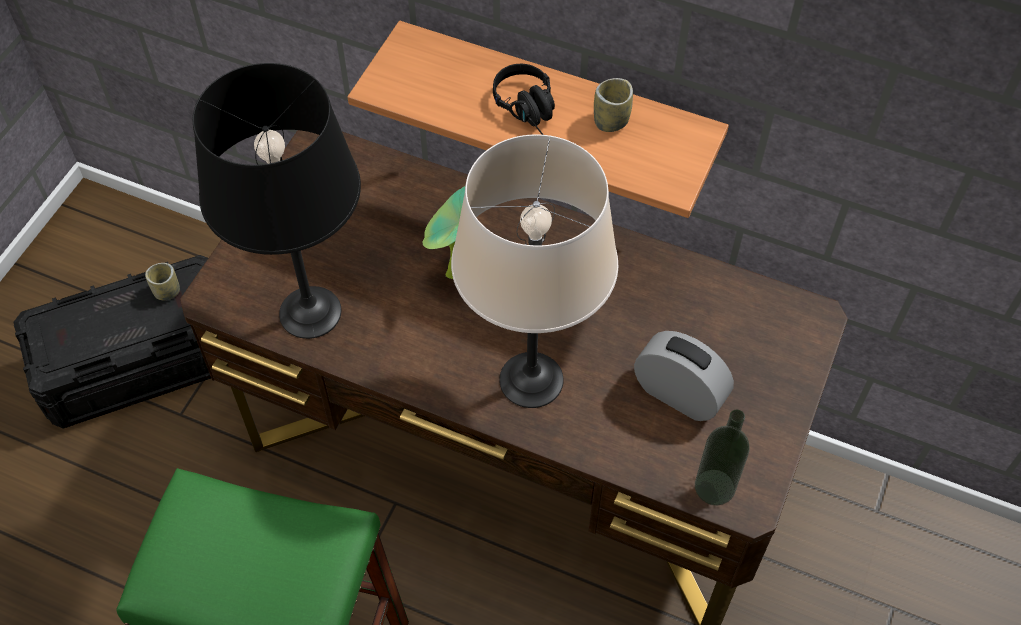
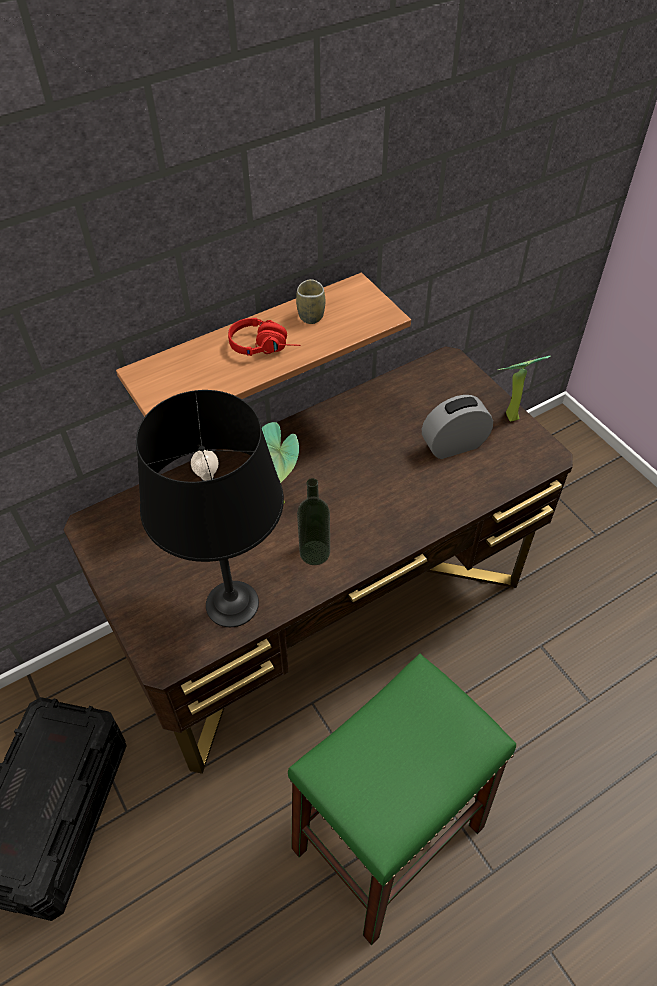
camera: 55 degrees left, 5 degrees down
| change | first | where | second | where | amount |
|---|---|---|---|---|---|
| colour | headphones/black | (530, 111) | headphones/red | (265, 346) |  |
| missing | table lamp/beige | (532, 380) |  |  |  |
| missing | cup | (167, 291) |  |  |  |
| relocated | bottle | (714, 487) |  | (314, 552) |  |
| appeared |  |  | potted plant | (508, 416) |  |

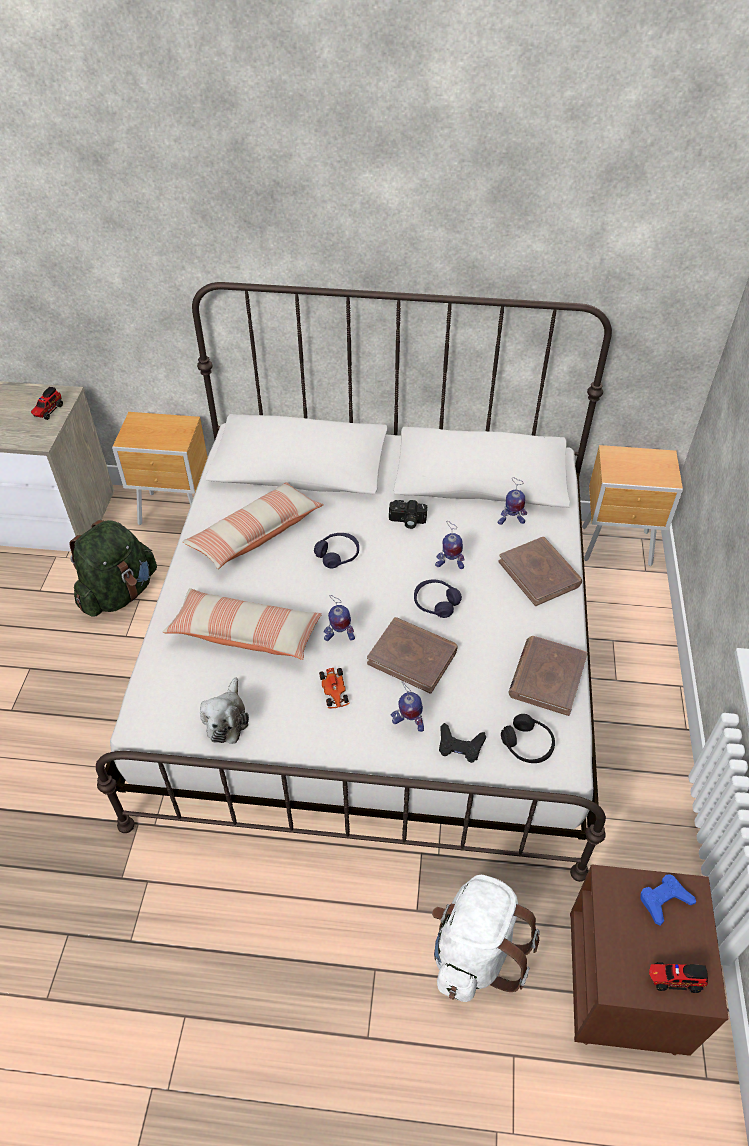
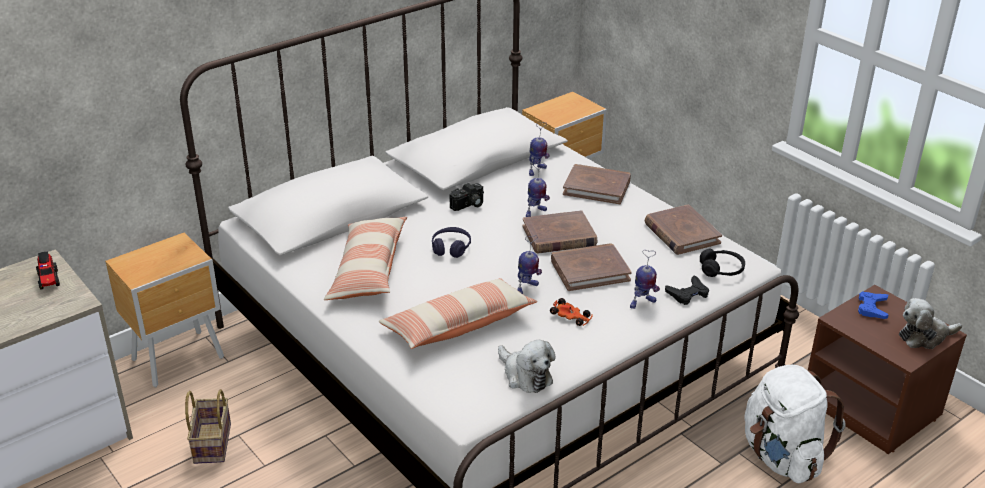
camera: 45 degrees left, 15 degrees down
| change | first | where | second | where | amount |
|---|---|---|---|---|---|
| exchanged | backpack/green | (119, 593) | basket | (211, 442) |  |
| exchanged | headphones/purple | (436, 603) | book/brown | (559, 236) |  |
| exchanged | toy truck | (674, 979) | plush toy | (924, 336) |  |

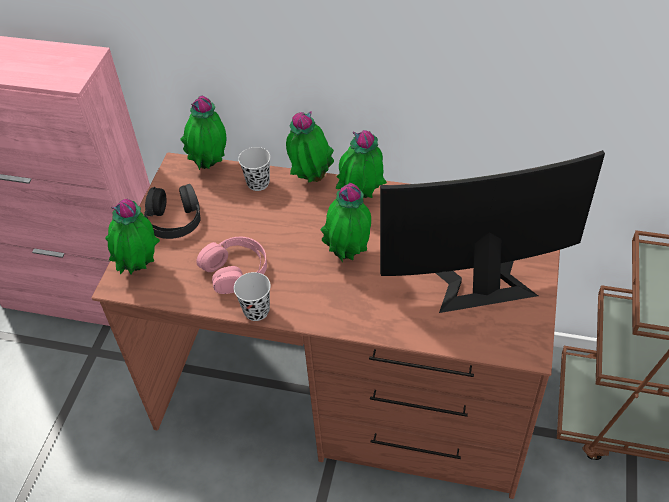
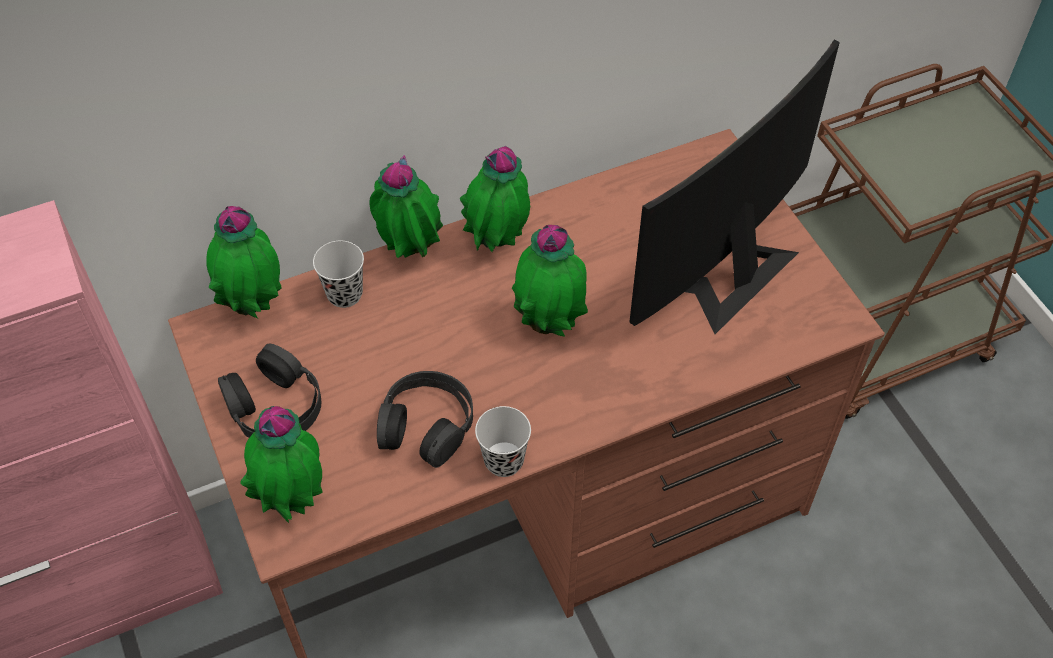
camera: 40 degrees left, 5 degrees up
| change | first | where | second | where | amount |
|---|---|---|---|---|---|
| colour | headphones/pink | (235, 270) | headphones/black | (426, 425) |  |

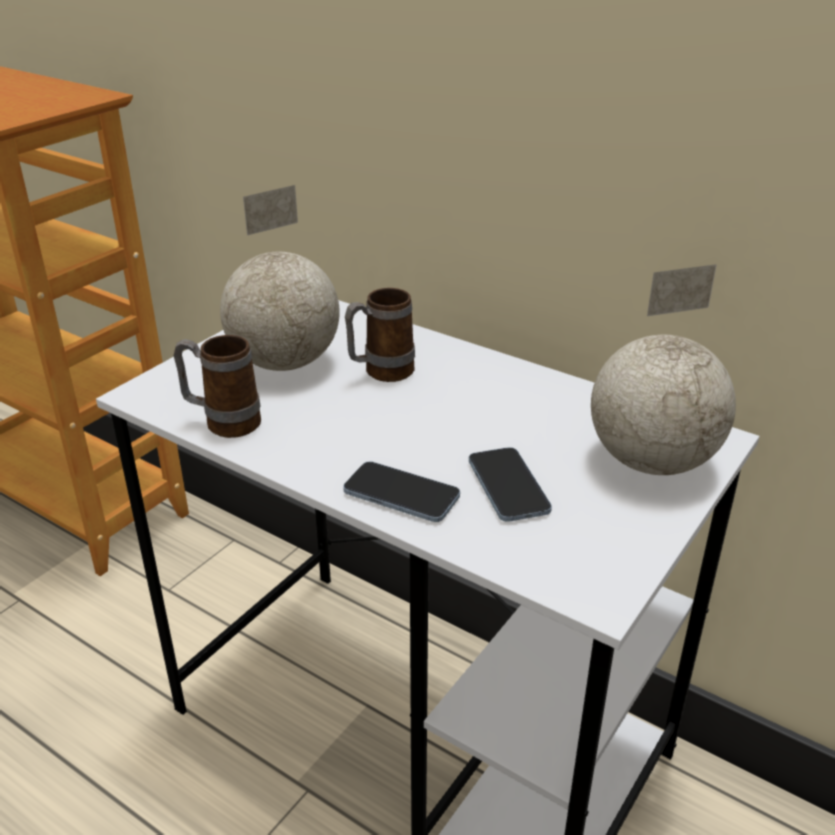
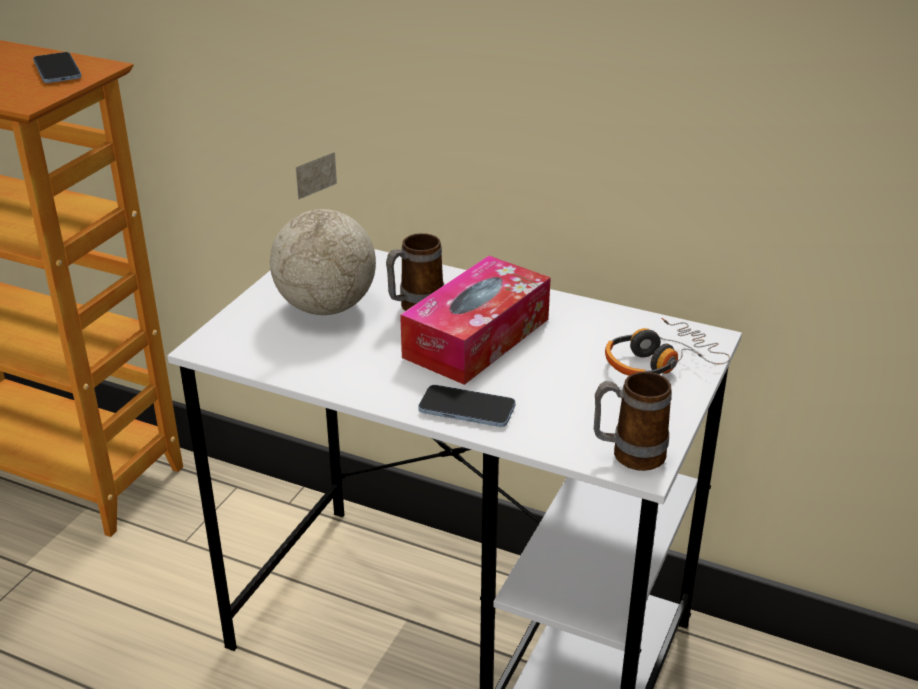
camera: 10 degrees left, 0 degrees up
| change | first | where | second | where | amount |
|---|---|---|---|---|---|
| exchanged | globe | (650, 461) | headphones | (659, 362) |  |
| relocated | mug | (223, 423) |  | (628, 455) |  |
| relocated | phone | (508, 487) |  | (57, 70) |  |
| appeared |  |  | tissue box | (477, 338) |  |

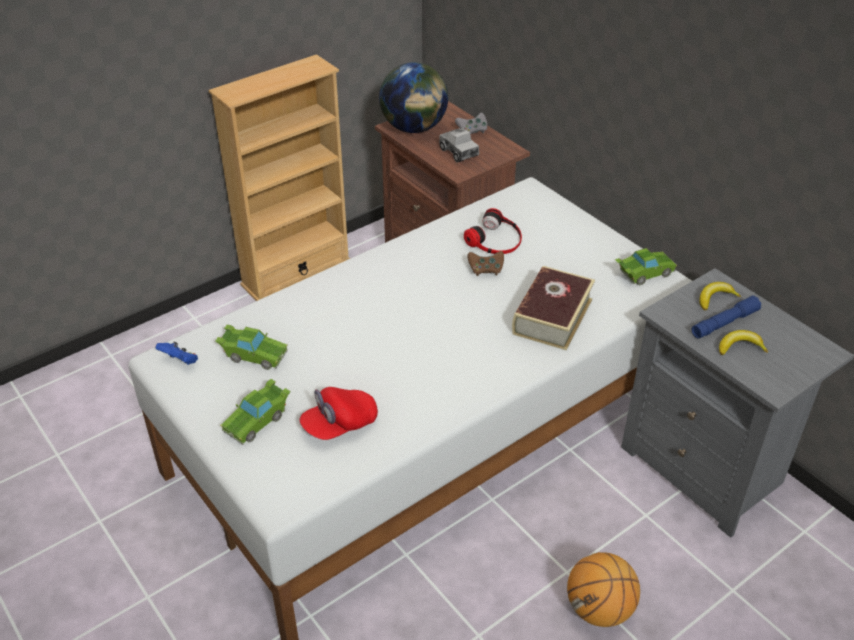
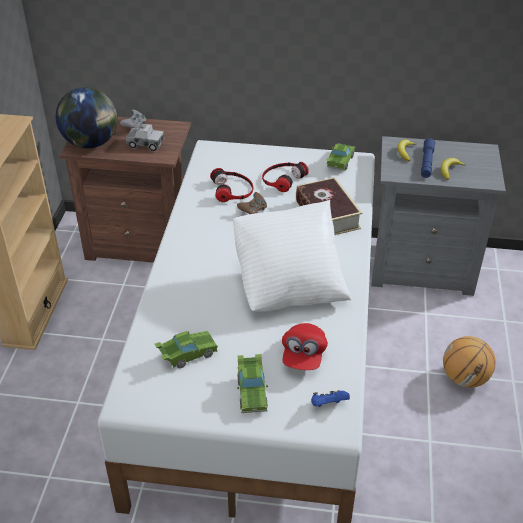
camera: 45 degrees left, 0 degrees up
| change | first | where | second | where | amount |
|---|---|---|---|---|---|
| relocated | game controller/blue | (180, 361) |  | (328, 405) |  |
| appeared |  |  | headphones | (282, 178) |  |
| appeared |  |  | pillow/white | (289, 284) |  |

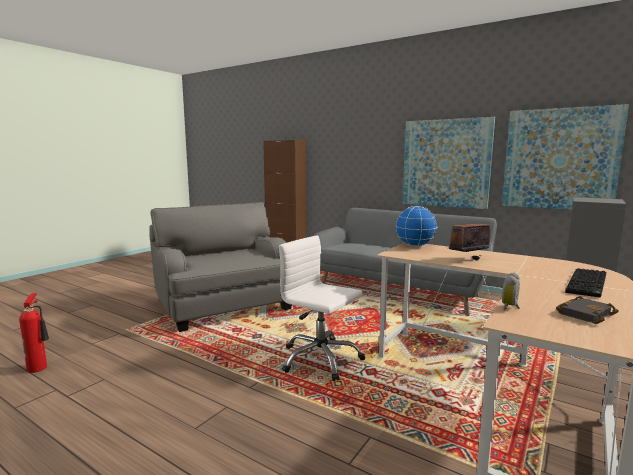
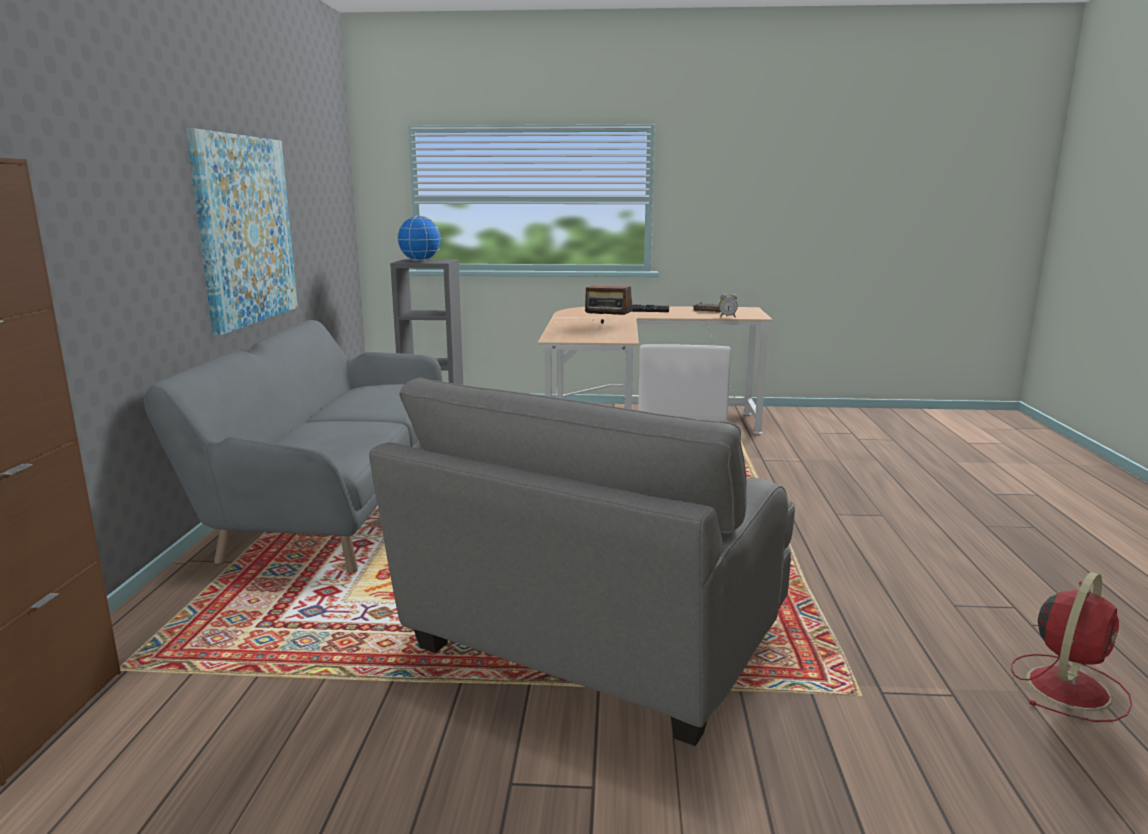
camera: 120 degrees left, 5 degrees up
| change | first | where | second | where | amount |
|---|---|---|---|---|---|
| missing | picture | (560, 159) |  |  |  |
| relocated | globe | (415, 246) |  | (420, 261) |  |
| exchanged | fire extinguisher | (39, 367) | fan/red | (1069, 686) |  |

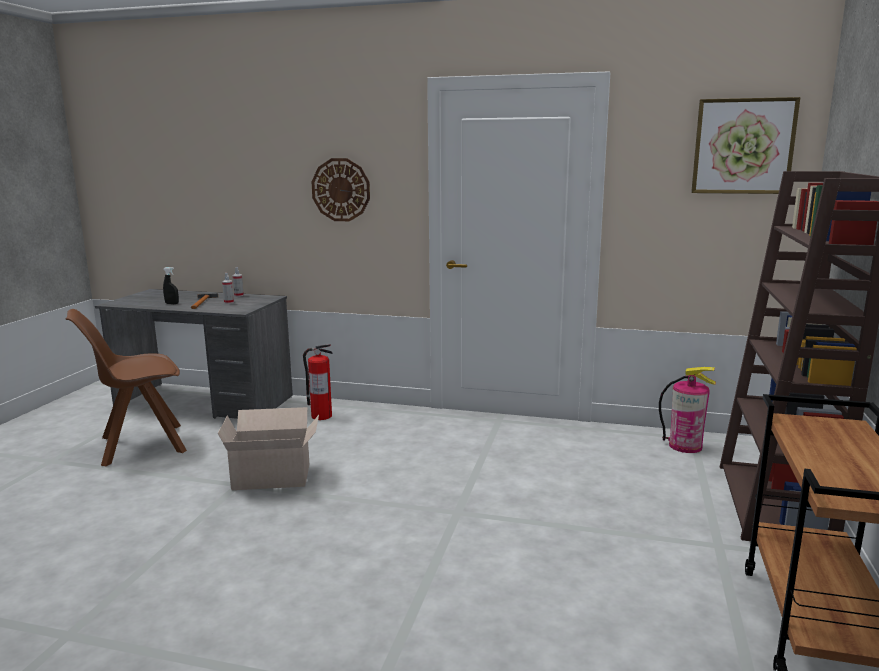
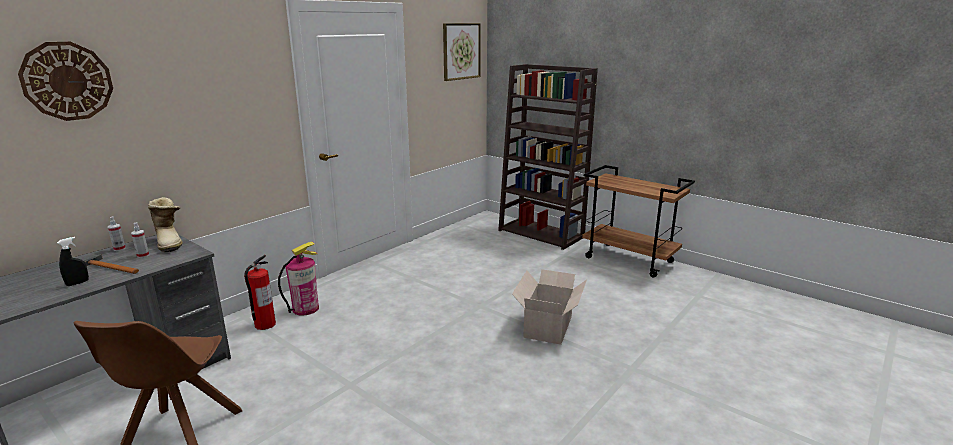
camera: 65 degrees left, 5 degrees up
| change | first | where | second | where | amount |
|---|---|---|---|---|---|
| relocated | wall clock | (341, 190) |  | (67, 81) |  |
| relocated | fire extinguisher | (685, 446) |  | (305, 308) |  |
| relocated | cardboard box | (274, 477) |  | (549, 326) |  |
| appeared |  |  | boot | (170, 242) |  |

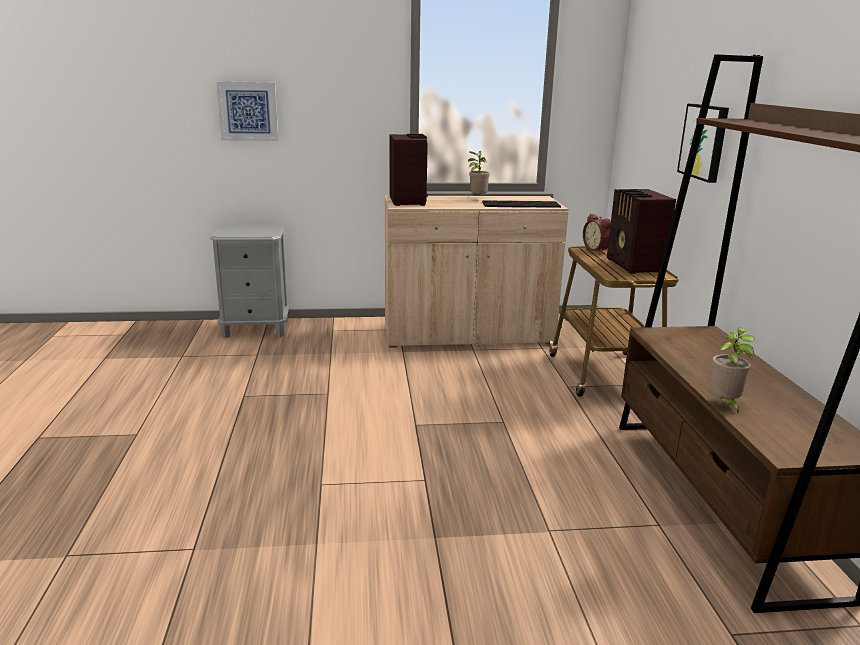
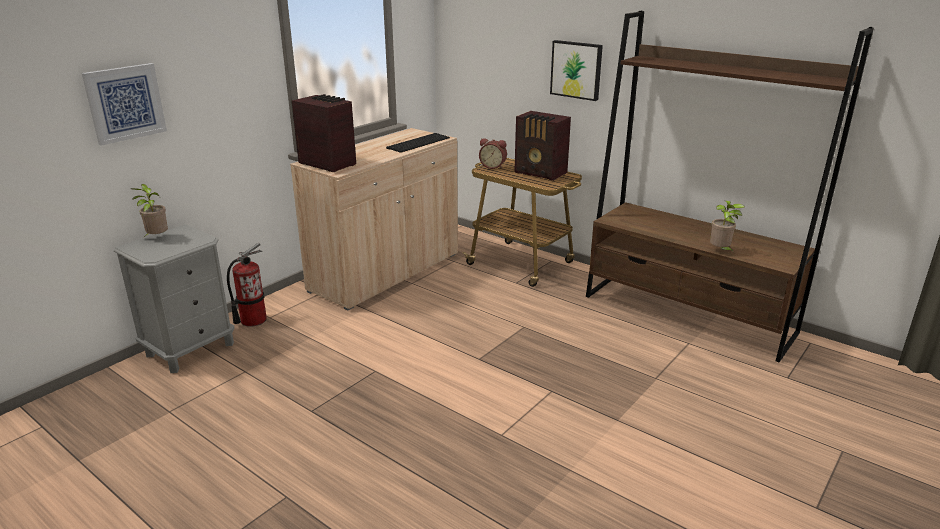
camera: 45 degrees left, 5 degrees up
| change | first | where | second | where | amount |
|---|---|---|---|---|---|
| relocated | potted plant | (477, 199) |  | (156, 238) |  |
| appeared |  |  | fire extinguisher | (253, 320) |  |

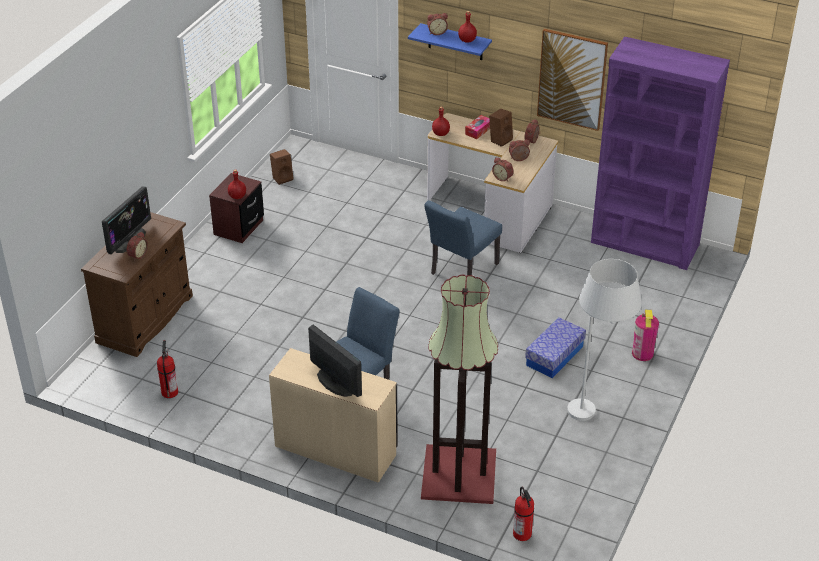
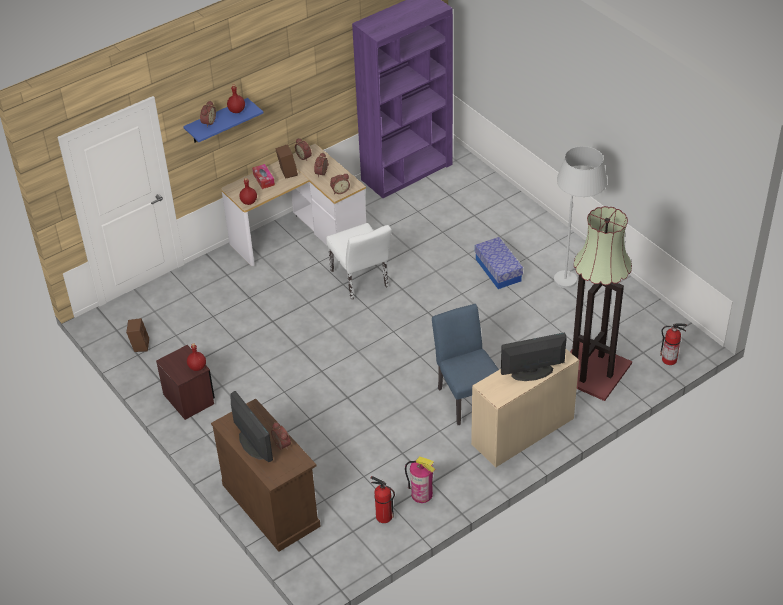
camera: 60 degrees left, 5 degrees up
| change | first | where | second | where | amount |
|---|---|---|---|---|---|
| missing | picture | (572, 79) |  |  |  |
| colour | chair/blue | (461, 271) | chair/white | (361, 281) |  |
| relocated | fire extinguisher | (642, 353) |  | (422, 494) |  |

